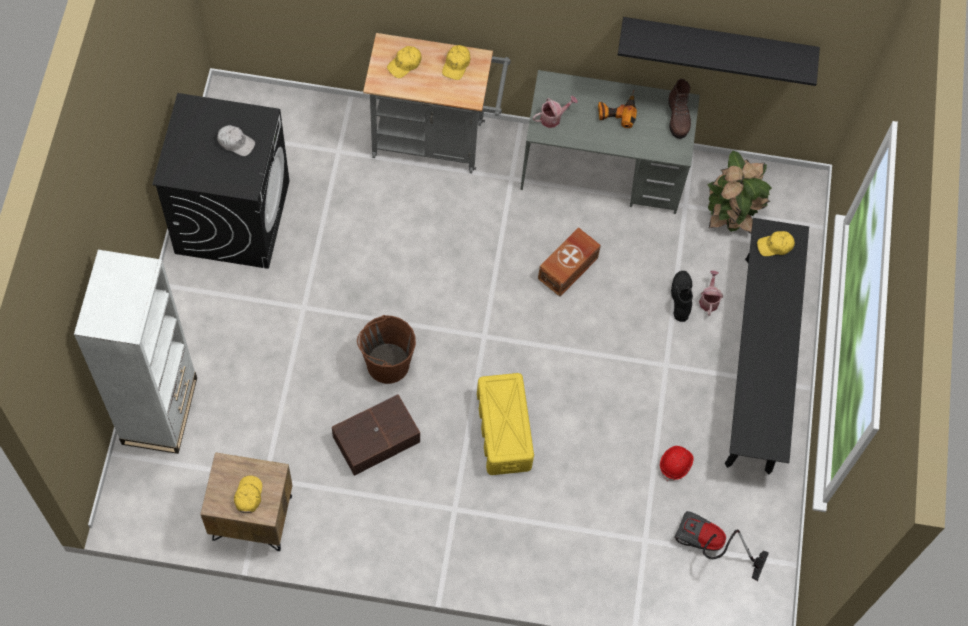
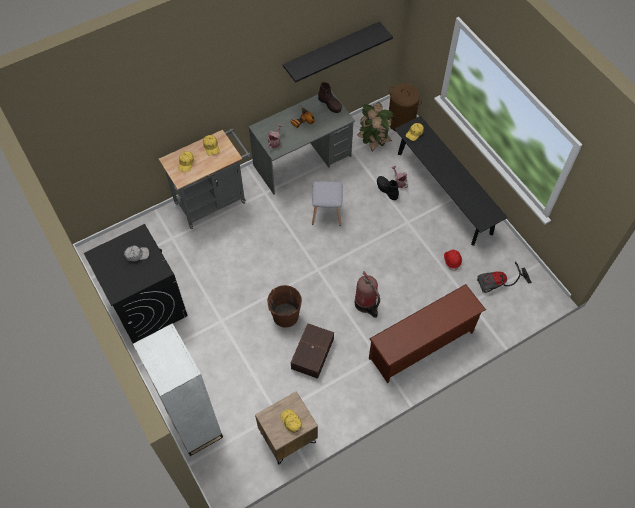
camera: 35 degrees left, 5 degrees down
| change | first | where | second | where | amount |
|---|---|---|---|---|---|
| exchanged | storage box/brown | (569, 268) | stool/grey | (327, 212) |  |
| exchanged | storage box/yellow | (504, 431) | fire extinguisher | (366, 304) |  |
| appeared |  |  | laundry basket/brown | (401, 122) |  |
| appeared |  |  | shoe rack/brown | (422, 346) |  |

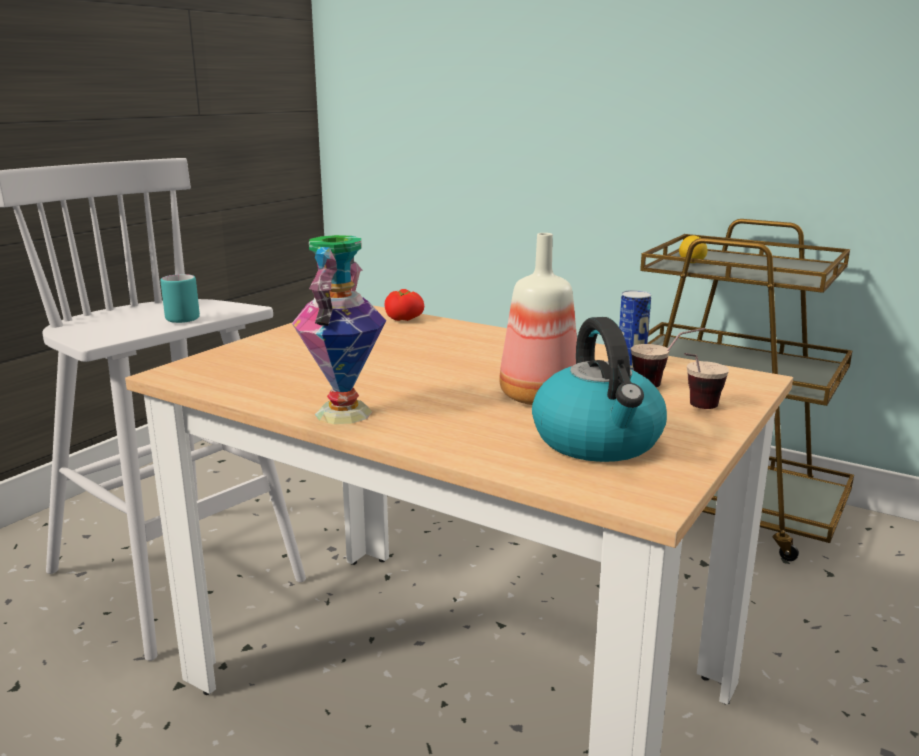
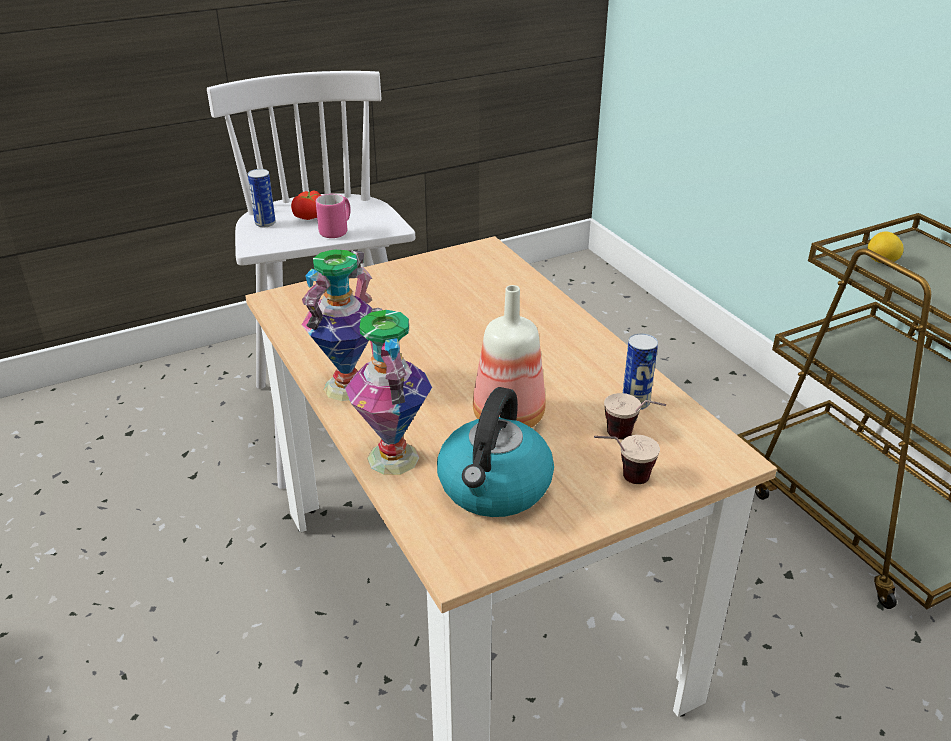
camera: 30 degrees right, 15 degrees up
| change | first | where | second | where | amount |
|---|---|---|---|---|---|
| colour | mug/turquoise | (185, 317) | mug/pink | (337, 231) |  |
| relocated | tomato | (404, 318) |  | (310, 216) |  |
| appeared |  |  | can | (265, 223) |  |
| appeared |  |  | vase | (394, 457) |  |

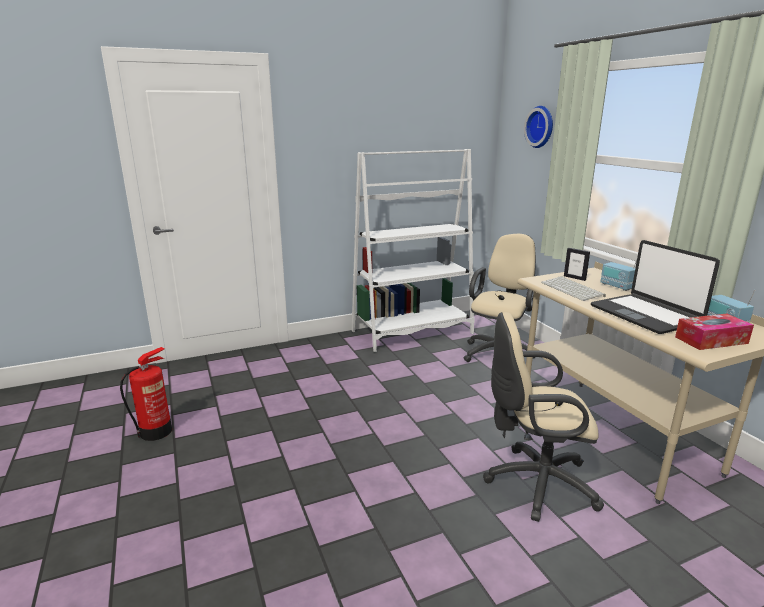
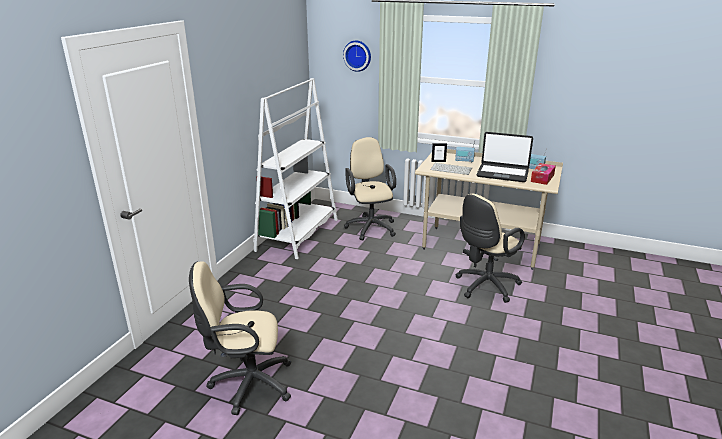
camera: 45 degrees left, 5 degrees up
| change | first | where | second | where | amount |
|---|---|---|---|---|---|
| exchanged | fire extinguisher | (157, 431) | office chair/beige | (247, 384) |  |

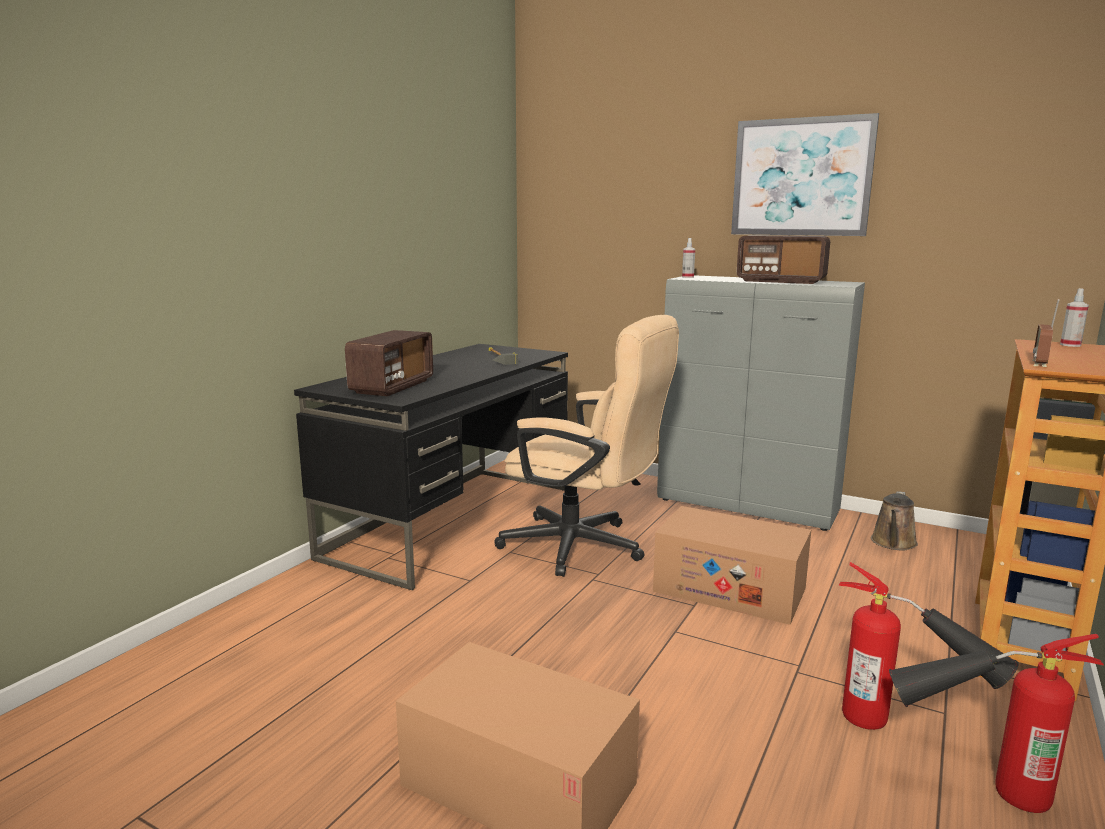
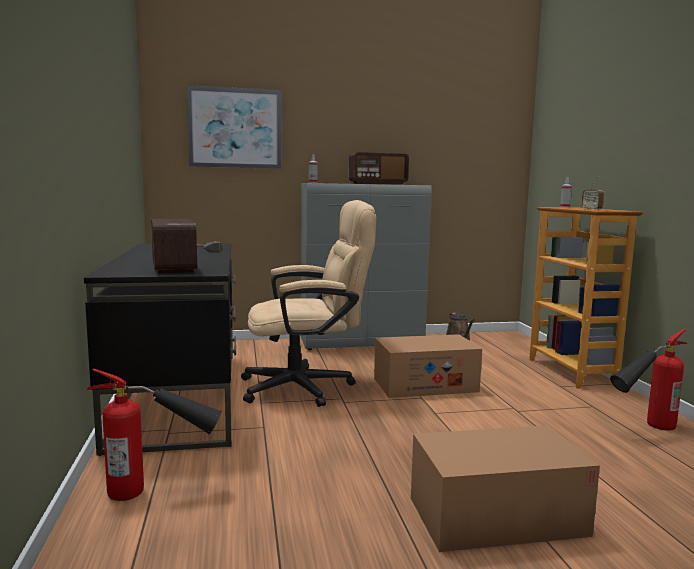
camera: 40 degrees left, 5 degrees down
| change | first | where | second | where | amount |
|---|---|---|---|---|---|
| relocated | picture | (801, 177) |  | (235, 128) |  |
| relocated | fire extinguisher | (908, 730) |  | (159, 490) |  |

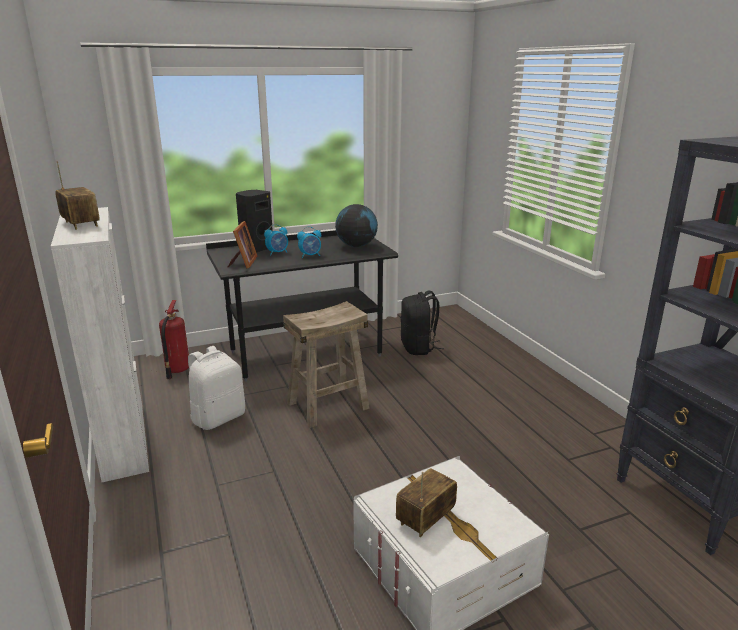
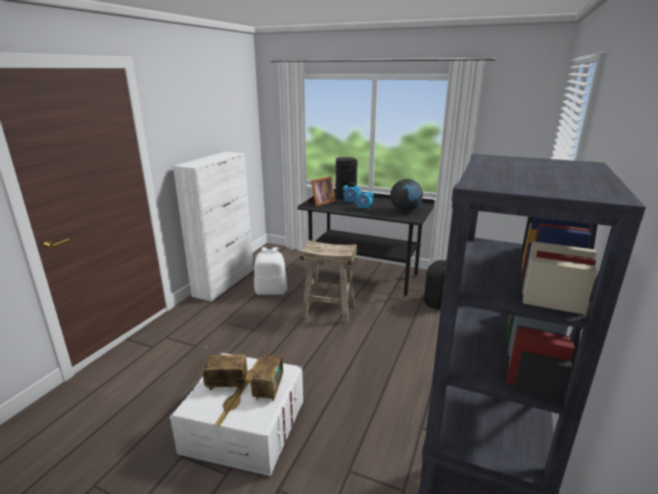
camera: 45 degrees right, 0 degrees up
| change | first | where | second | where | amount |
|---|---|---|---|---|---|
| relocated | radio | (80, 224) |  | (268, 388) |  |
| missing | fire extinguisher | (177, 370) |  |  |  |

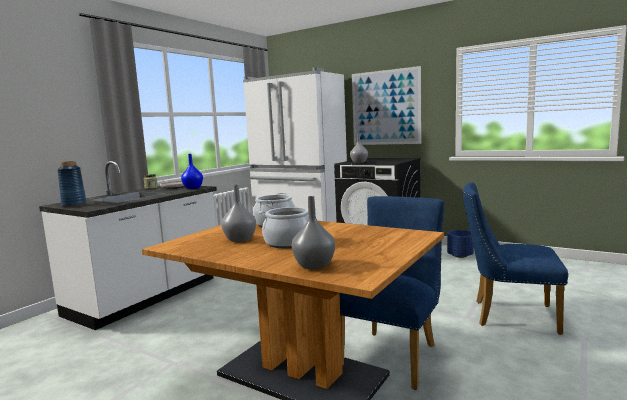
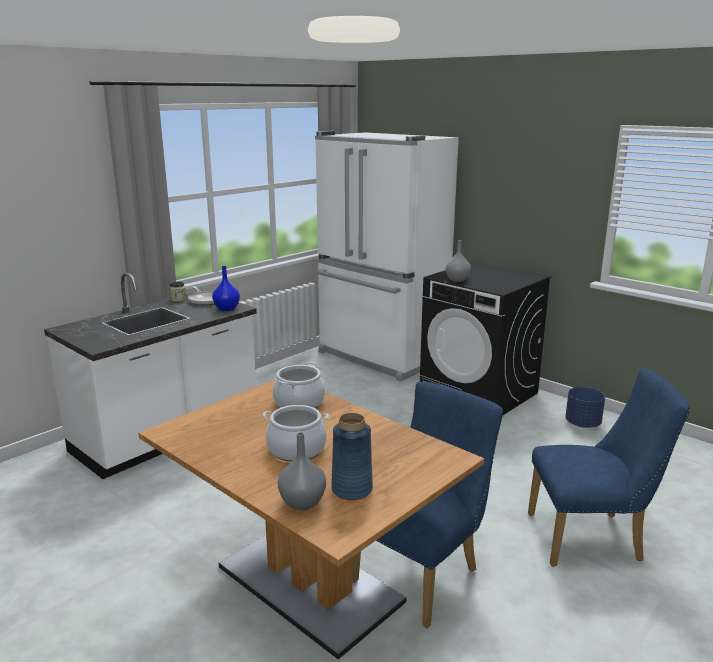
camera: 10 degrees right, 10 degrees up
| change | first | where | second | where | amount |
|---|---|---|---|---|---|
| missing | picture | (385, 107) |  |  |  |
| relocated | vase/blue | (74, 205) |  | (351, 489) |  |
| spun | chair/blue | (507, 315) |  | (592, 538) | 150 degrees clockwise |
| missing | vase/grey | (240, 240) |  |  |  |

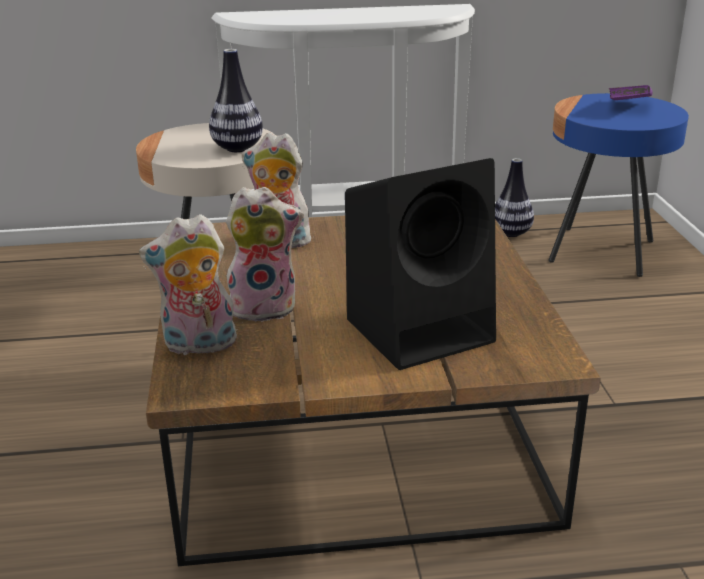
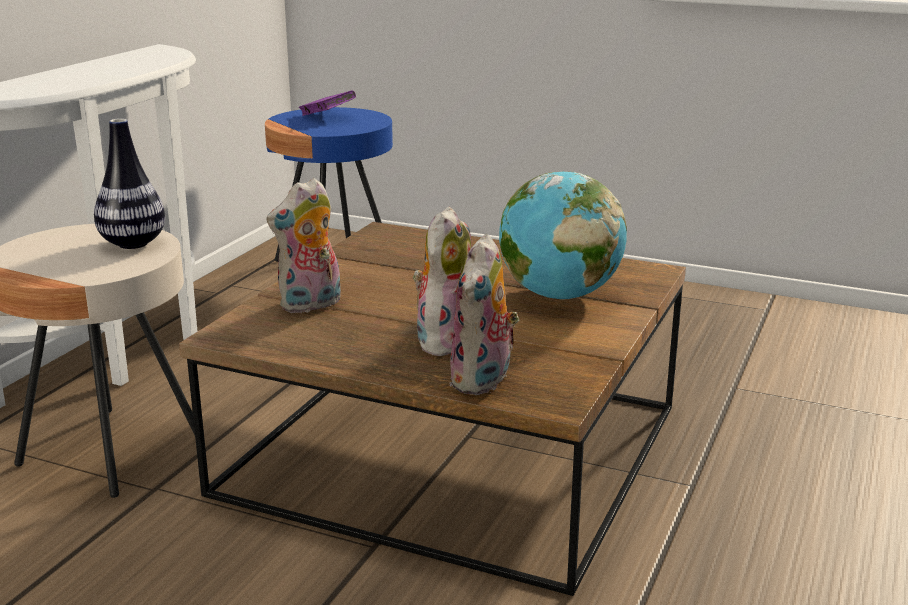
camera: 60 degrees left, 5 degrees down
| change | first | where | second | where | amount |
|---|---|---|---|---|---|
| exchanged | speaker/black | (422, 329) | globe | (559, 295) |  |
| missing | vase | (511, 233) |  |  |  |

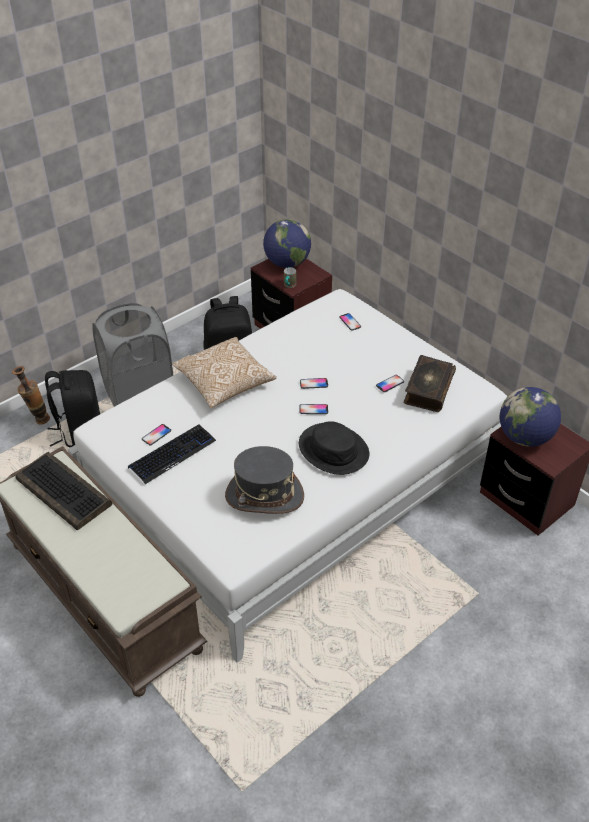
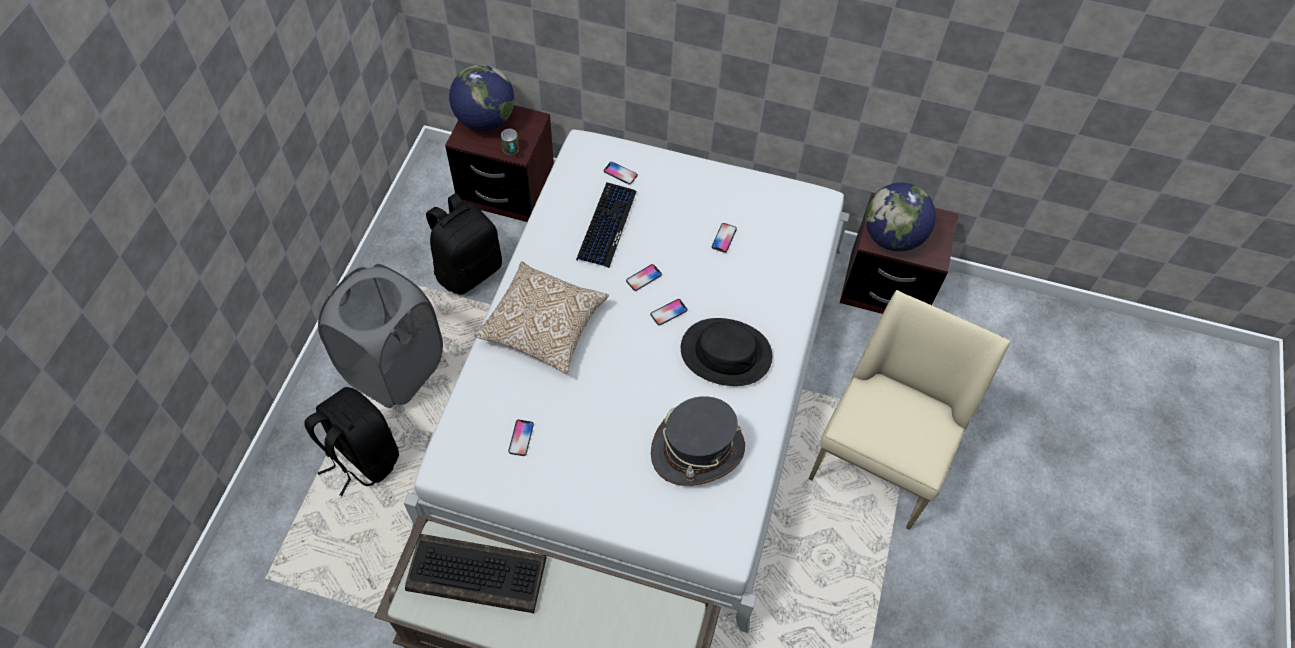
camera: 35 degrees left, 15 degrees up
| change | first | where | second | where | amount |
|---|---|---|---|---|---|
| missing | book | (428, 390) |  |  |  |
| missing | vase | (38, 420) |  |  |  |
| relocated | keyboard | (172, 454) |  | (606, 225) |  |
| appeared |  |  | chair/beige | (881, 458) |  |

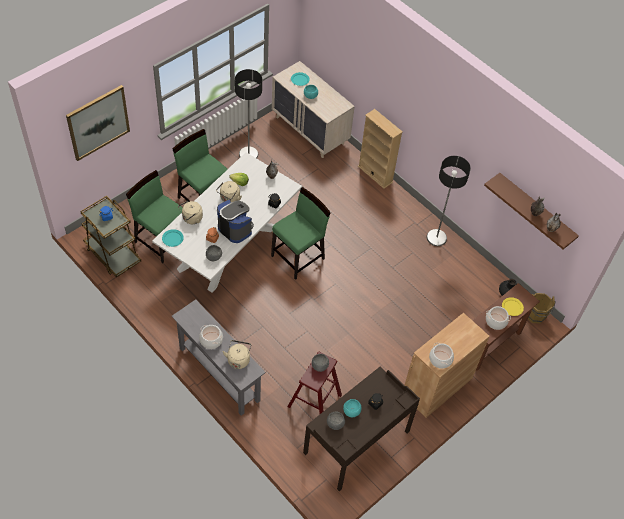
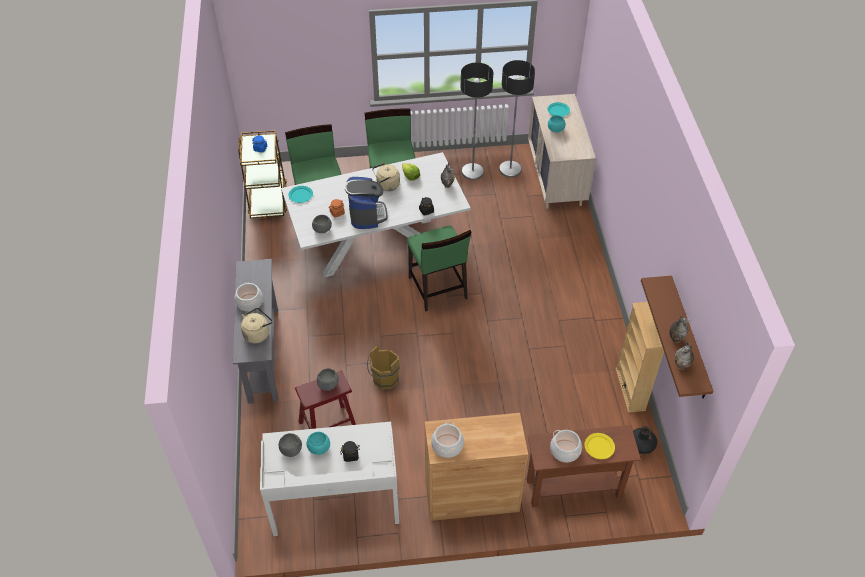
camera: 40 degrees right, 5 degrees down
| change | first | where | second | where | amount |
|---|---|---|---|---|---|
| missing | picture | (98, 122) |  |  |  |
| relocated | bookcase/beige | (375, 174) |  | (630, 389) |  |
| relocated | floor lamp | (436, 238) |  | (510, 169) |  |
| spun | chair/green | (298, 257) |  | (437, 288) | 75 degrees clockwise |
| missing | kettle/beige | (191, 219) |  |  |  |
| relocated | bucket/brown | (535, 317) |  | (384, 381) |  |
| colour | desk/brown | (357, 442) | desk/white | (335, 500) |  |

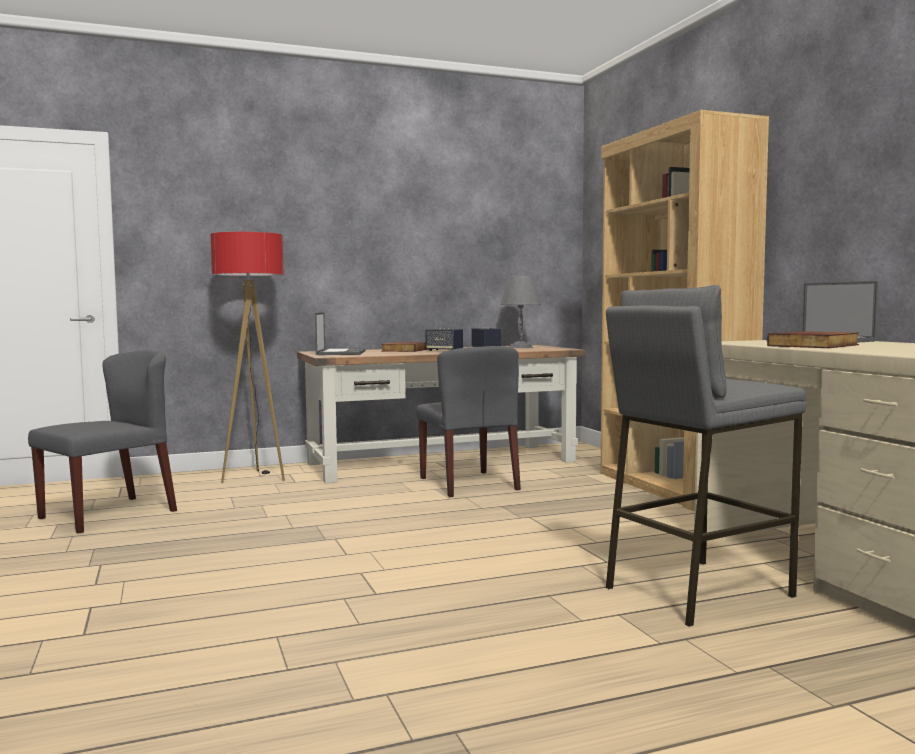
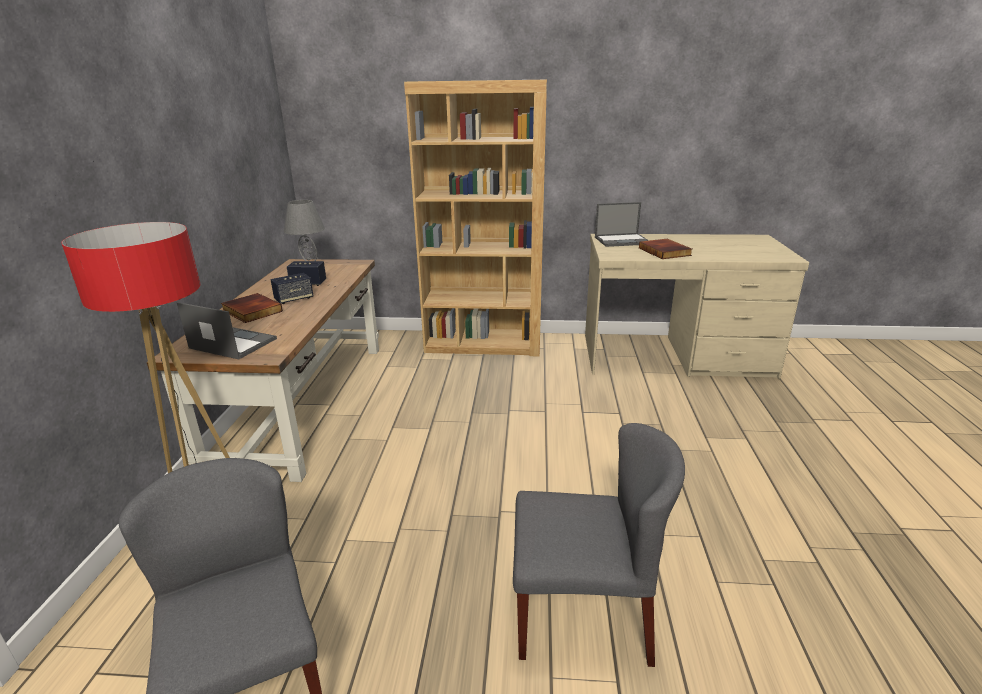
camera: 65 degrees left, 20 degrees up
| change | first | where | second | where | amount |
|---|---|---|---|---|---|
| missing | stool/grey | (696, 591) |  |  |  |
| relocated | chair/grey | (469, 484) |  | (582, 614) |  |

